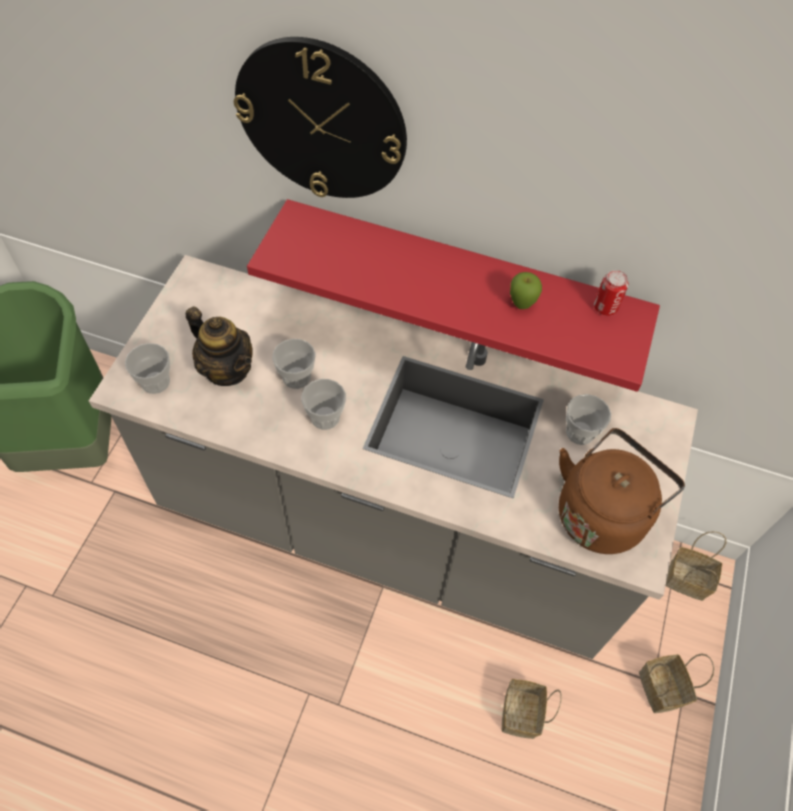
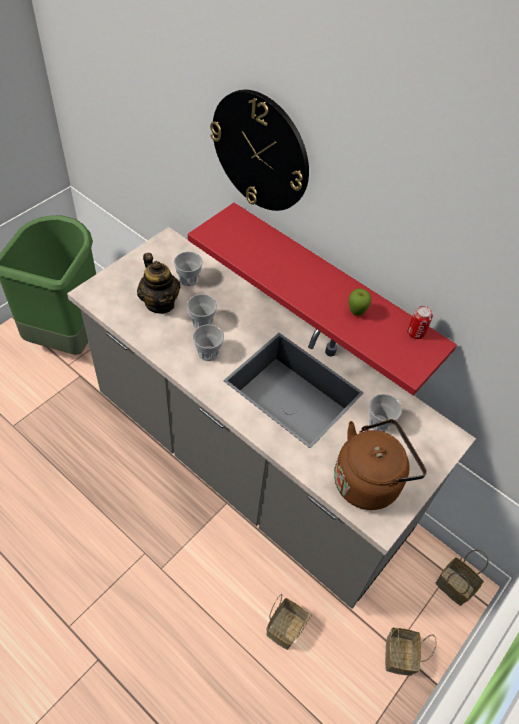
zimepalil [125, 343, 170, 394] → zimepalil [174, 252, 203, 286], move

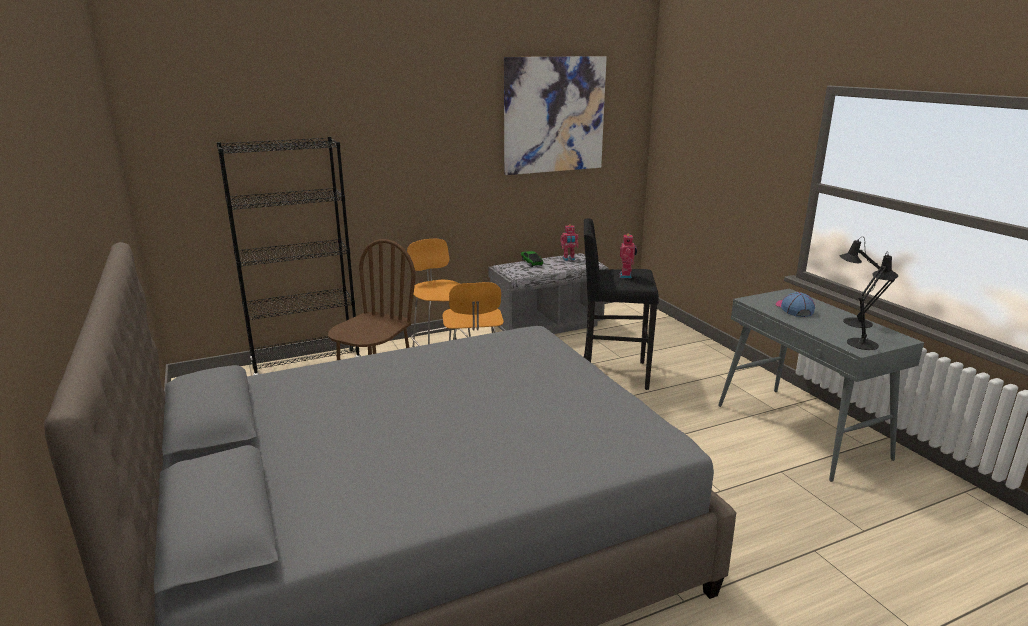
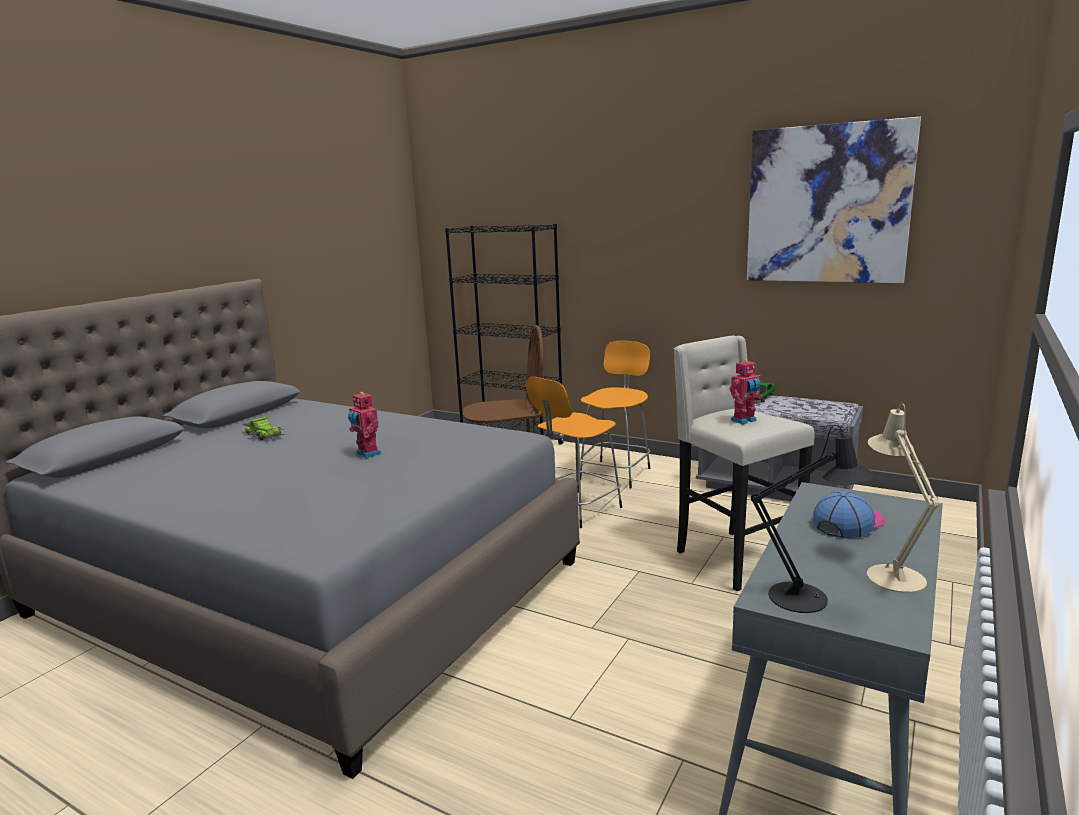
- → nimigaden [243, 417, 284, 440]
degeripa [560, 224, 578, 261] → degeripa [348, 391, 381, 458], move
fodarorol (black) [584, 218, 659, 390] → fodarorol (beige) [673, 336, 815, 591]
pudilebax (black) [840, 237, 895, 328] → pudilebax (beige) [867, 403, 940, 593]

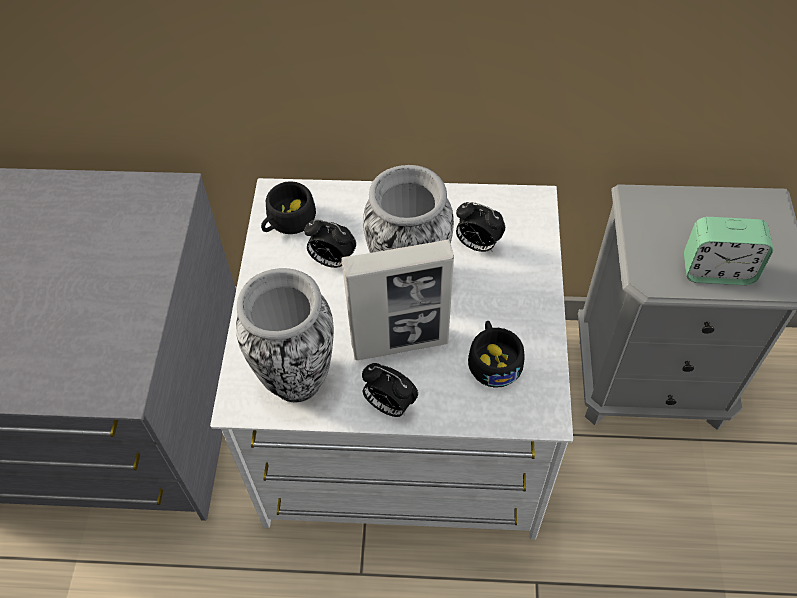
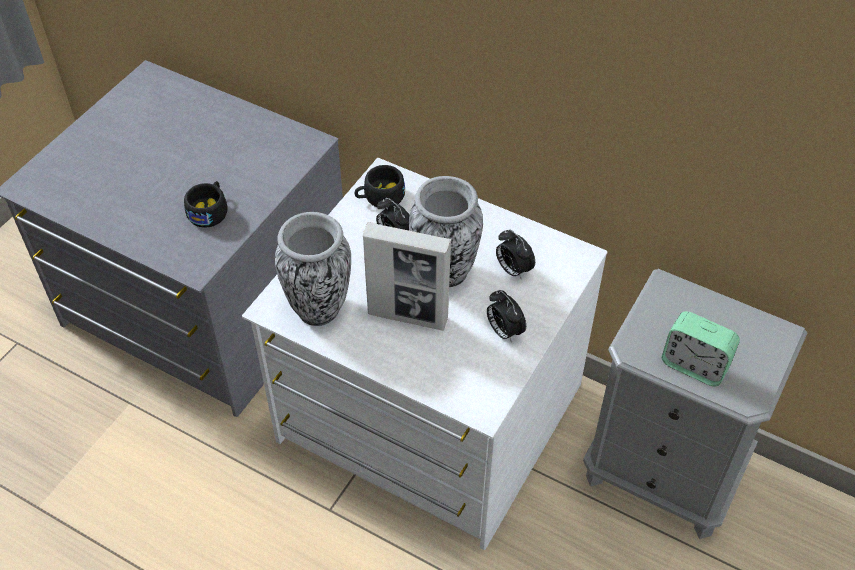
zimepalil (black) [468, 321, 524, 388] → zimepalil (black) [184, 181, 228, 228], move
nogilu [362, 363, 418, 417] → nogilu [487, 290, 526, 343], move

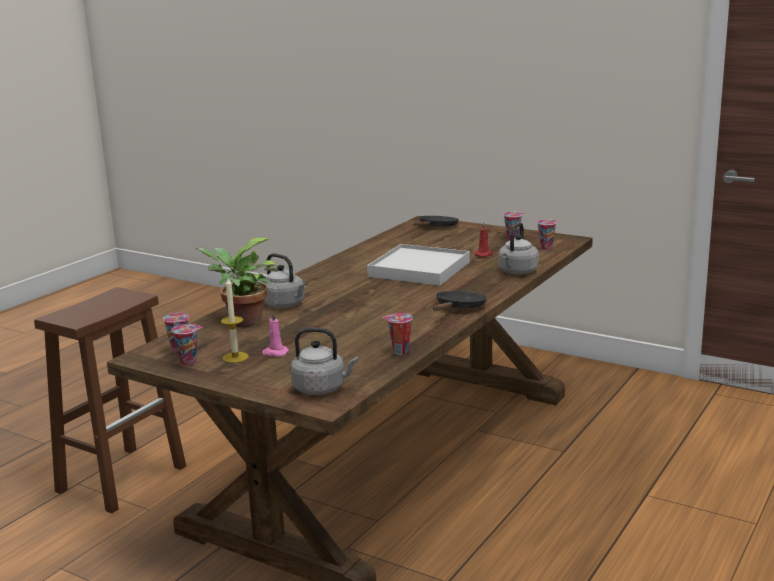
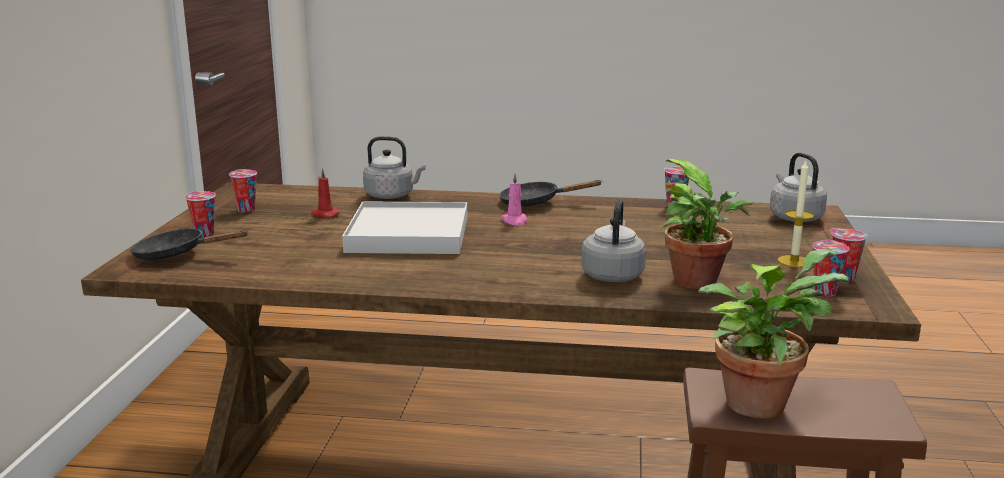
zimepalil [537, 219, 559, 250] → zimepalil [185, 191, 216, 238], move
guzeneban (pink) [262, 312, 289, 356] → guzeneban (pink) [501, 174, 527, 226], move
- → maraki [698, 248, 848, 419]

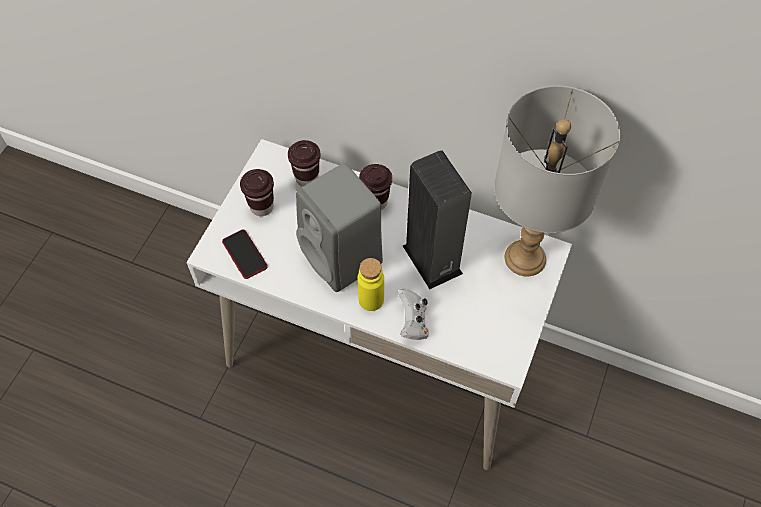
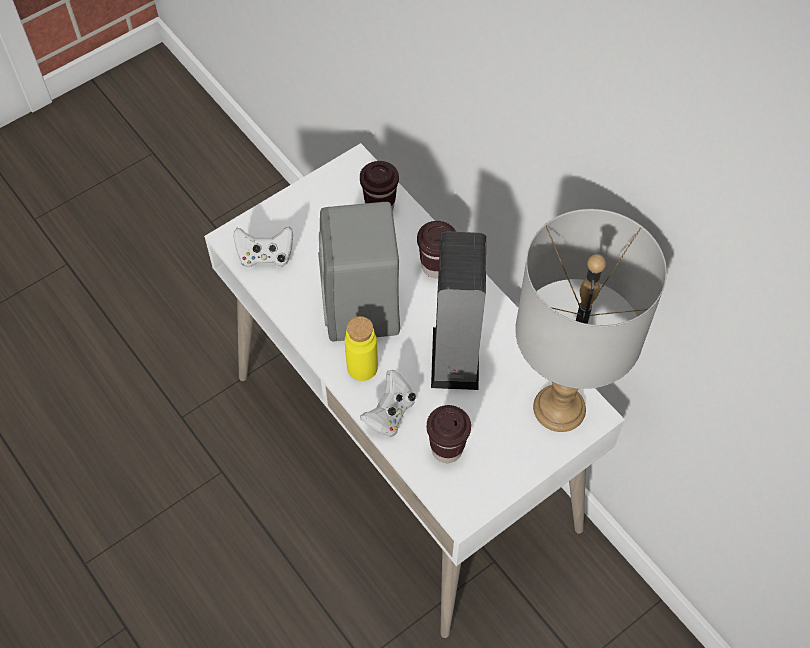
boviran [222, 230, 268, 279] → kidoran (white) [234, 226, 293, 268]
zimepalil (brown) [240, 169, 274, 216] → zimepalil (brown) [427, 405, 471, 463], move

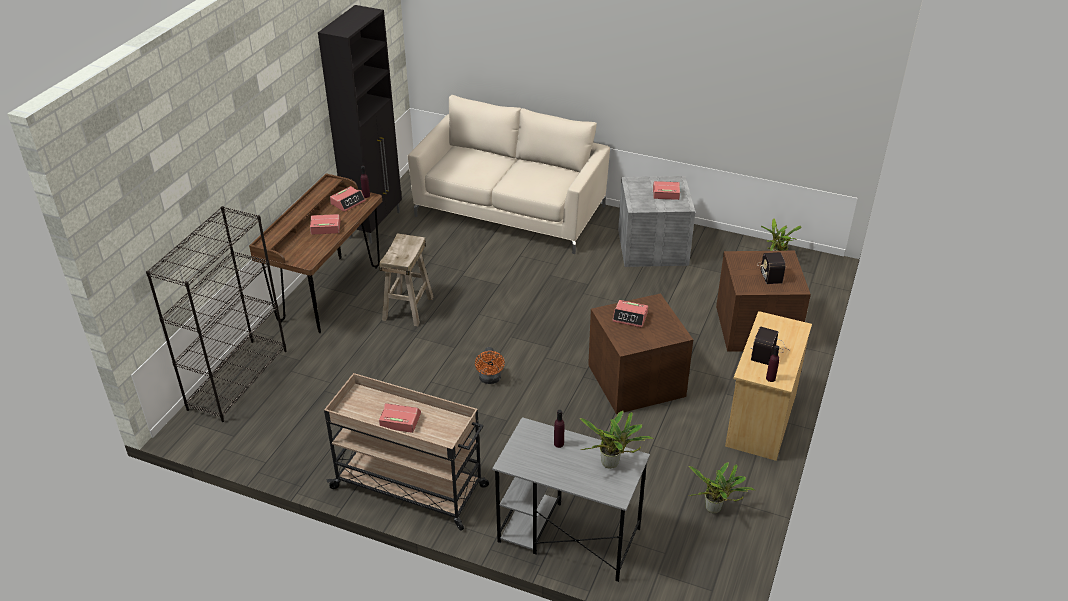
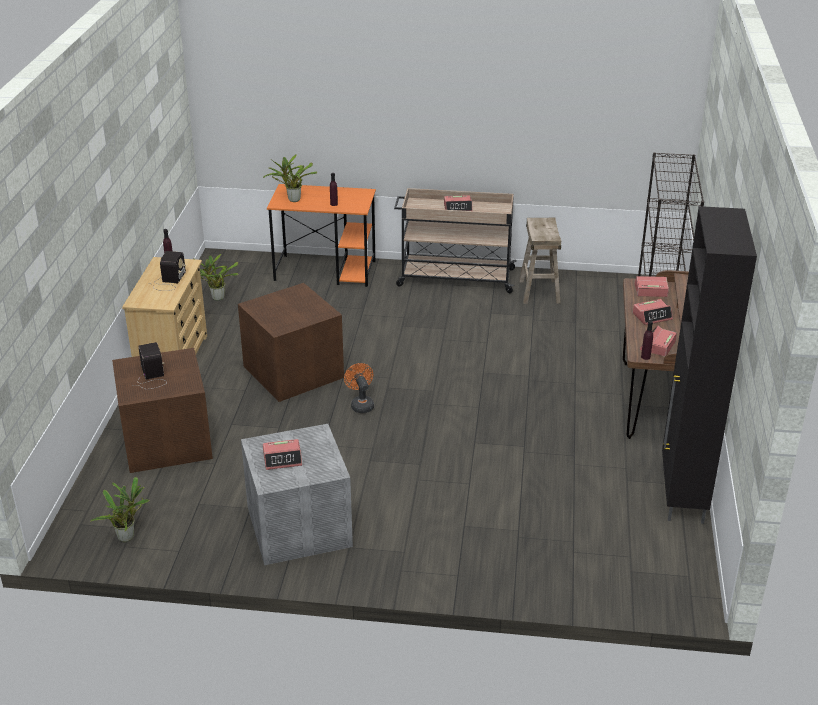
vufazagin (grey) [492, 417, 650, 582] → vufazagin (orange) [267, 184, 376, 287]
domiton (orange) [475, 347, 505, 384] → domiton (orange) [344, 363, 374, 413], move
fodarorol (beige) [379, 233, 433, 326] → fodarorol (beige) [519, 218, 561, 304], move
nogilu [612, 300, 648, 328] → nogilu [635, 276, 669, 297], move
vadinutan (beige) [408, 95, 610, 254] → -

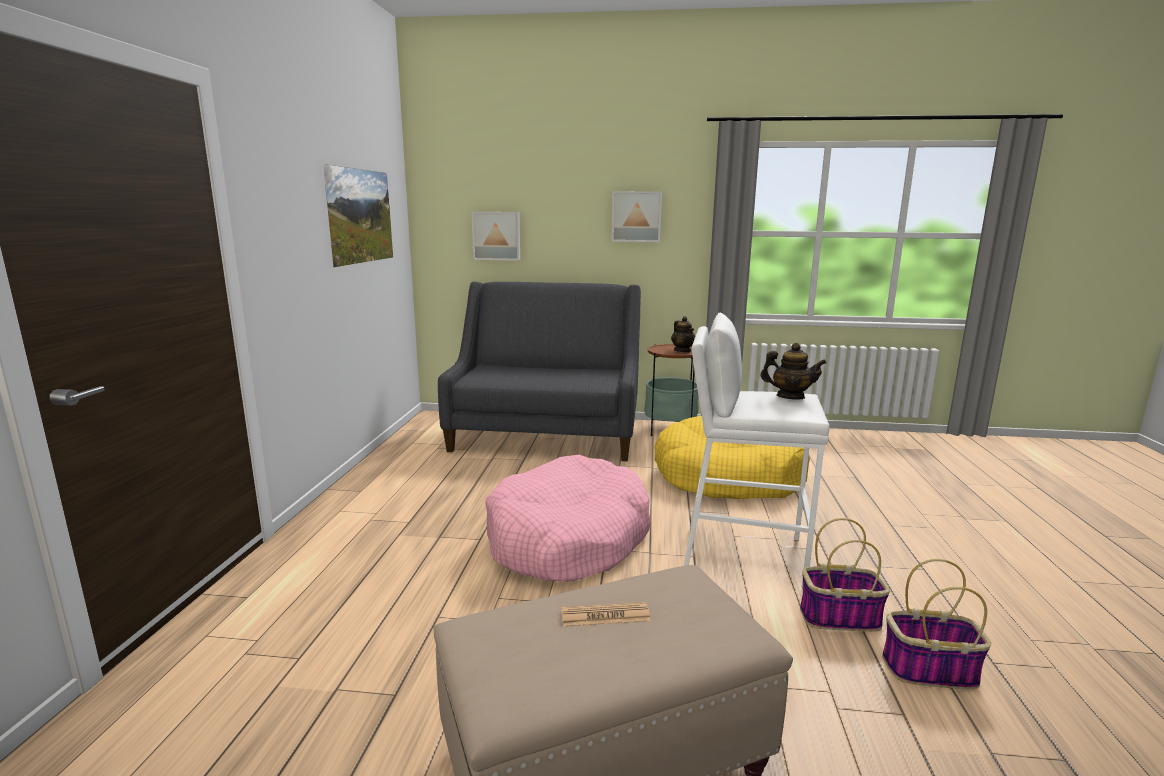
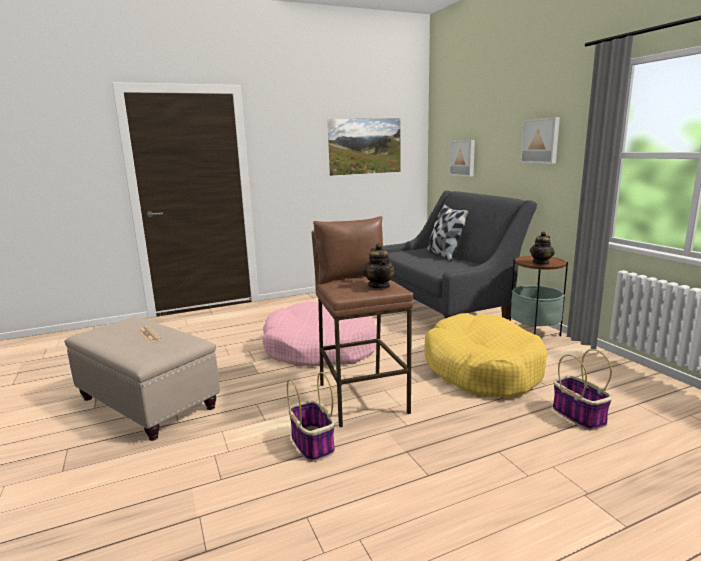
fodarorol (white) [684, 313, 830, 588] → fodarorol (brown) [312, 216, 413, 427]
- → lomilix [427, 204, 470, 261]
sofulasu [882, 559, 991, 690] → sofulasu [553, 349, 612, 430], move

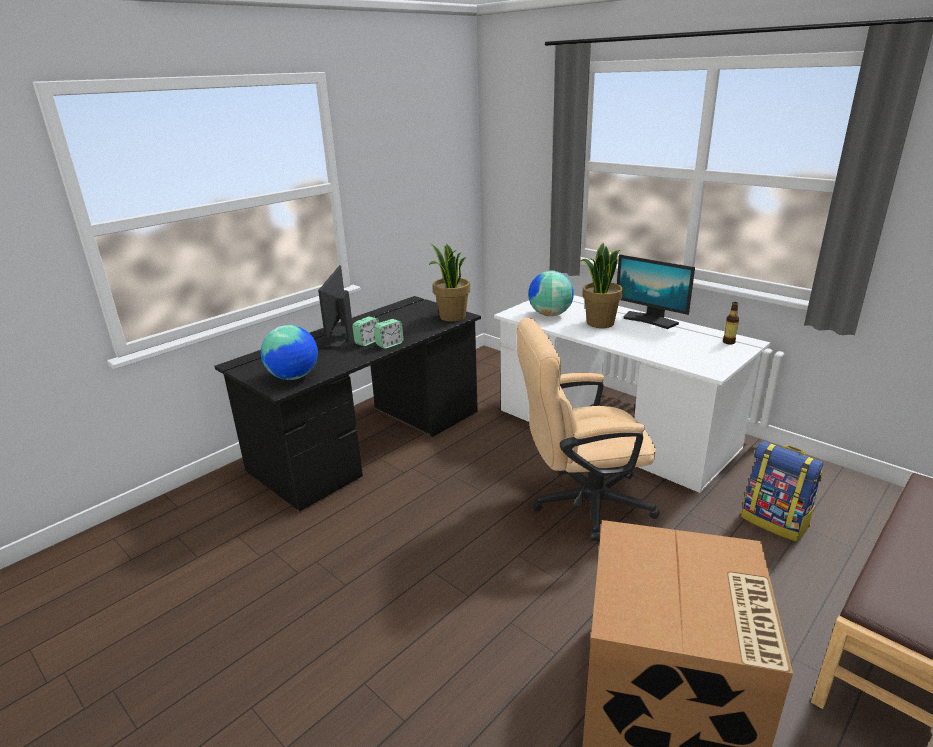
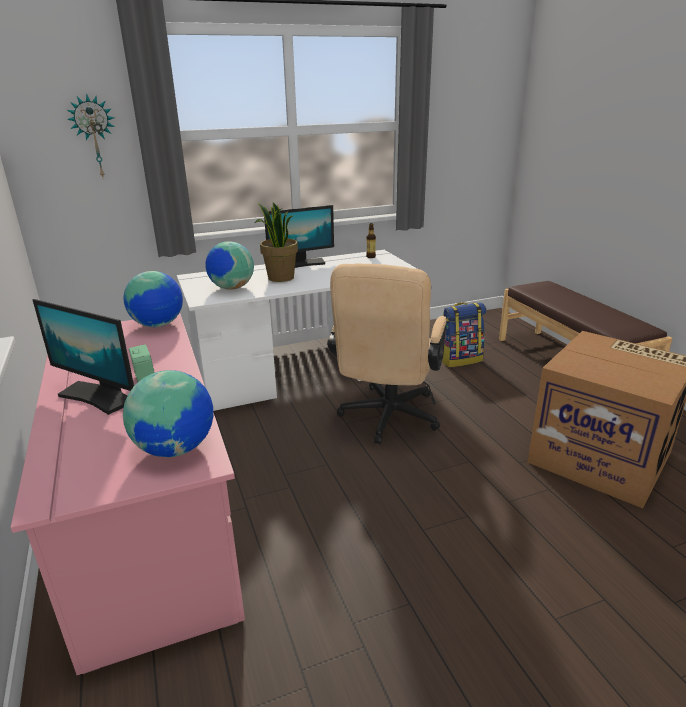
vufazagin (black) [214, 296, 481, 511] → vufazagin (pink) [11, 313, 245, 675]
- → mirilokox [67, 94, 115, 177]
maraki [429, 243, 470, 322] → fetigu [123, 271, 183, 327]
nogilu [374, 319, 404, 349] → -

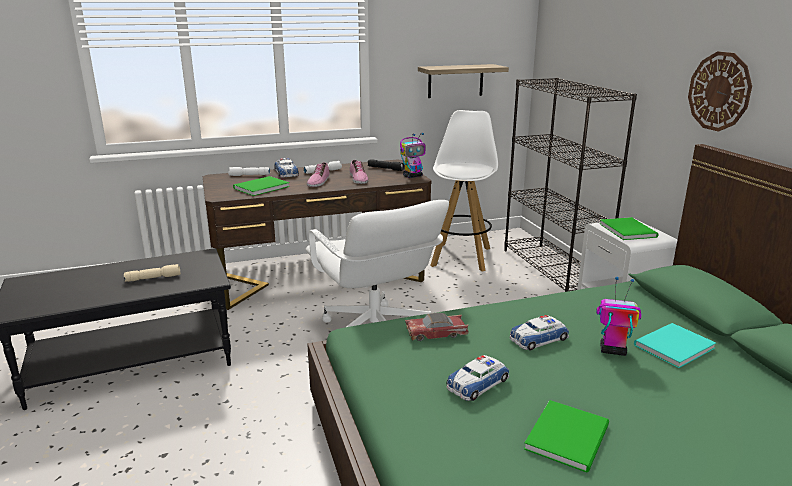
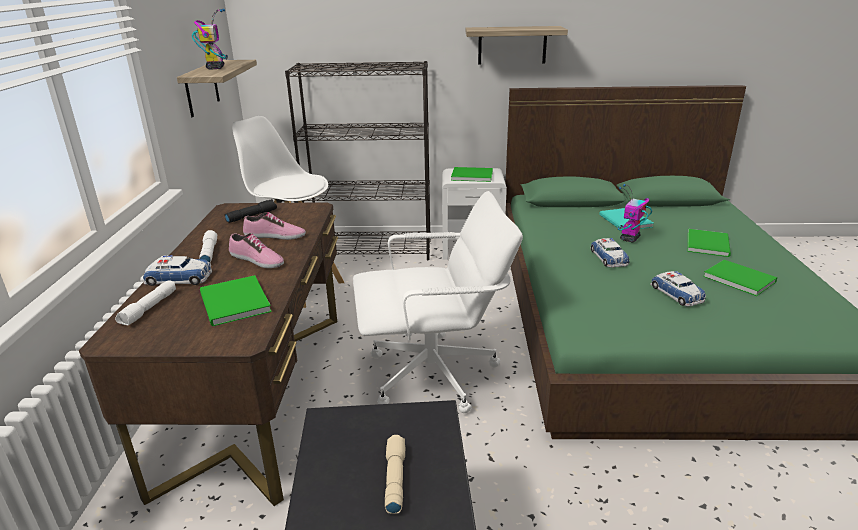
degeripa [400, 133, 425, 178] → degeripa [192, 9, 228, 70], move
mirilokox [688, 52, 752, 131] → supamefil [466, 26, 568, 64]
- → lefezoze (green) [688, 229, 731, 257]
nimigaden [405, 313, 469, 341] → -

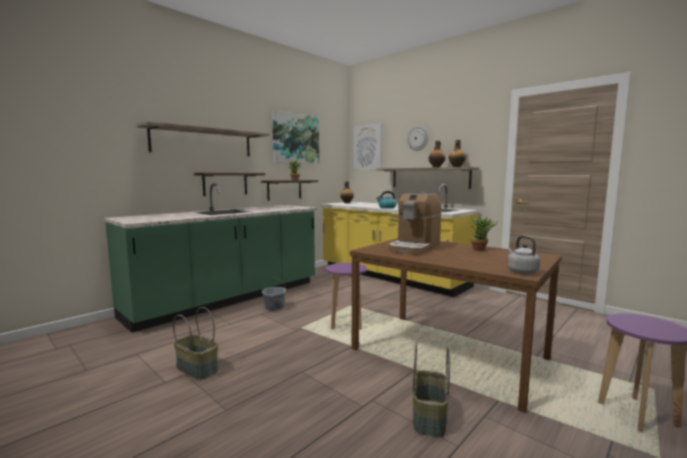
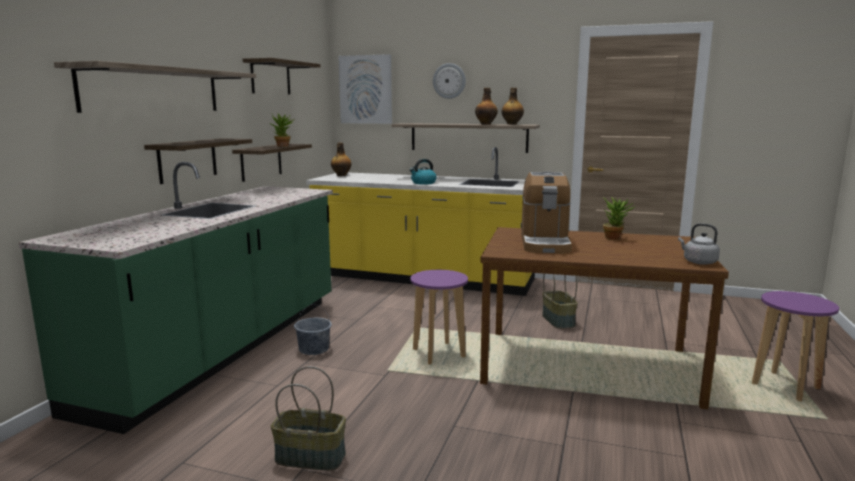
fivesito [272, 110, 319, 164] → supamefil [243, 58, 320, 94]
sofulasu [412, 342, 450, 437] → sofulasu [542, 274, 578, 329], move

